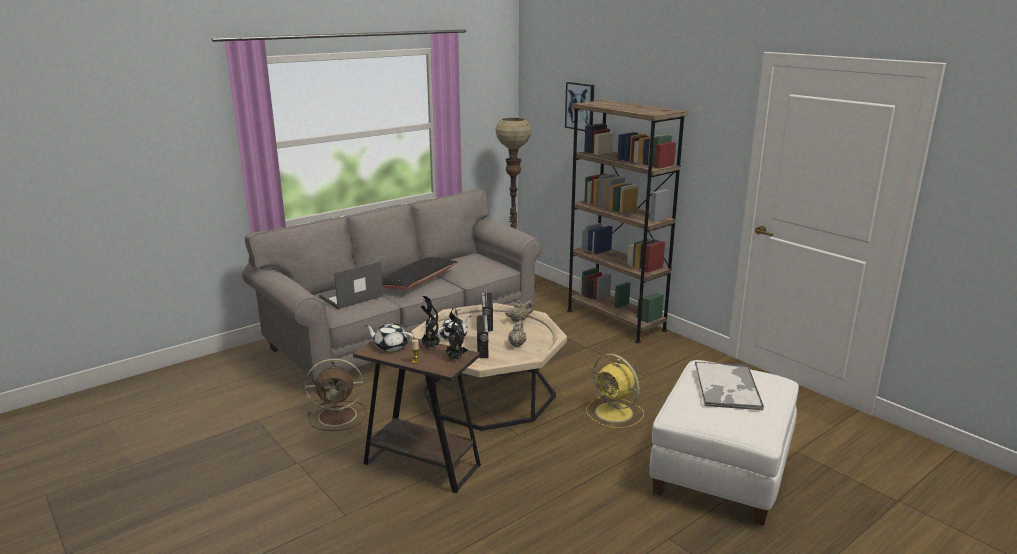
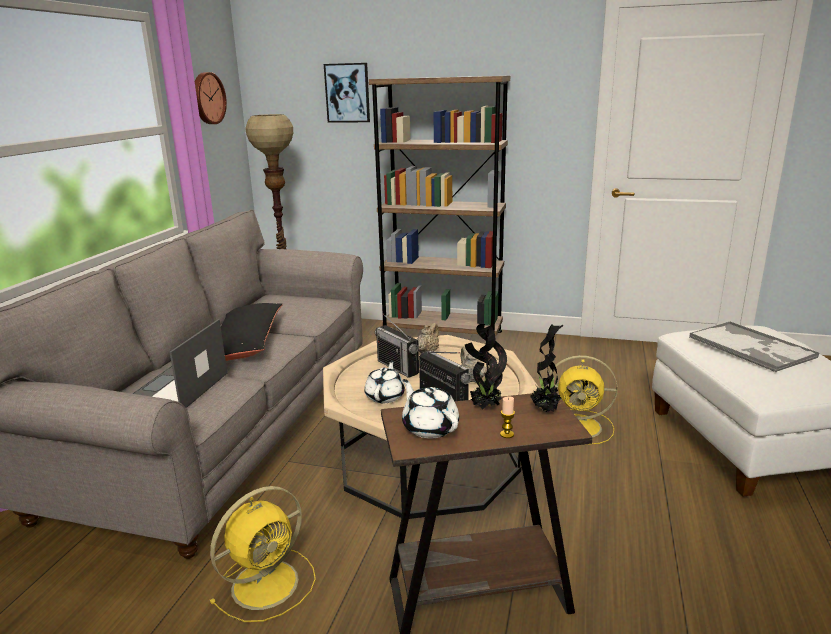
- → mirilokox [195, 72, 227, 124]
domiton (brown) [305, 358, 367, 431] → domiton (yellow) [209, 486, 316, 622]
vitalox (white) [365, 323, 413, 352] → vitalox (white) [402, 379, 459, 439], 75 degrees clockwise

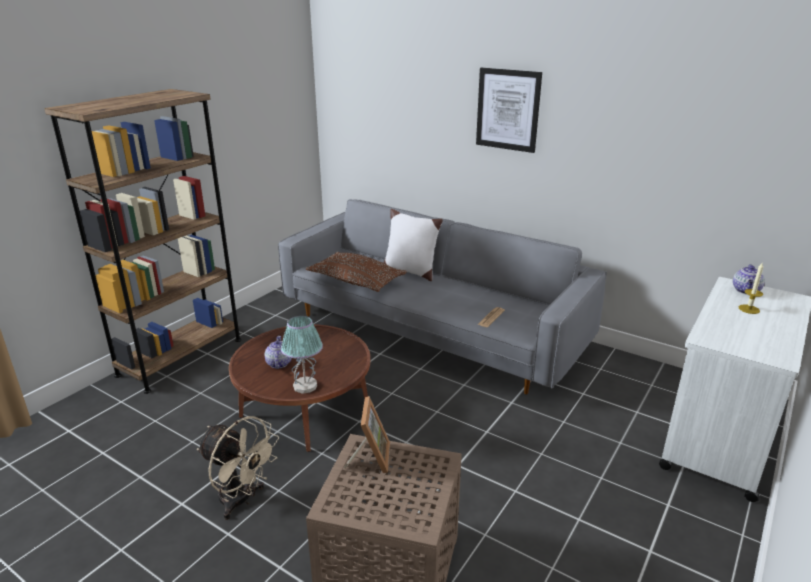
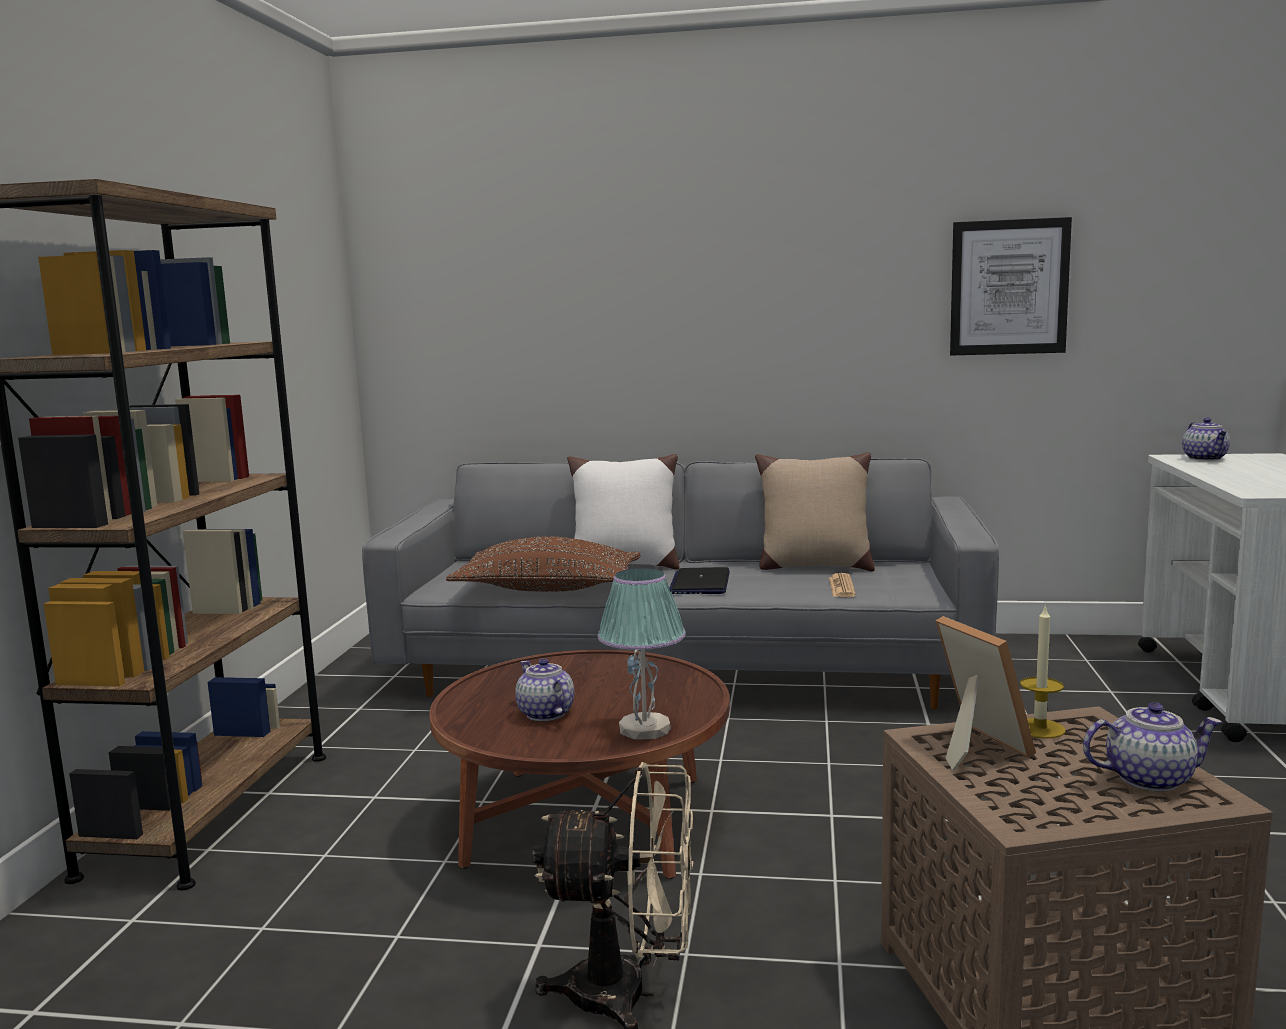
- → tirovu [669, 567, 730, 594]
- → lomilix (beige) [755, 452, 875, 571]
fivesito [476, 68, 542, 153] → fivesito [950, 217, 1072, 355], move
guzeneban [739, 263, 763, 314] → guzeneban [1020, 604, 1065, 739], move
- → vitalox [1083, 702, 1222, 792]

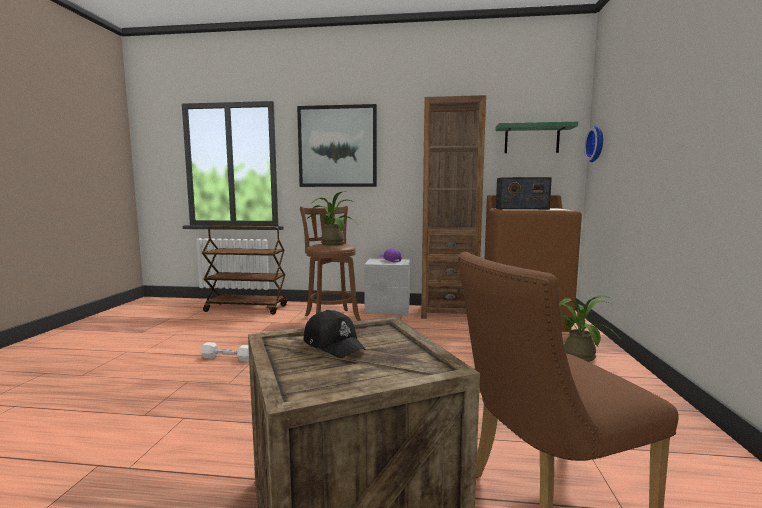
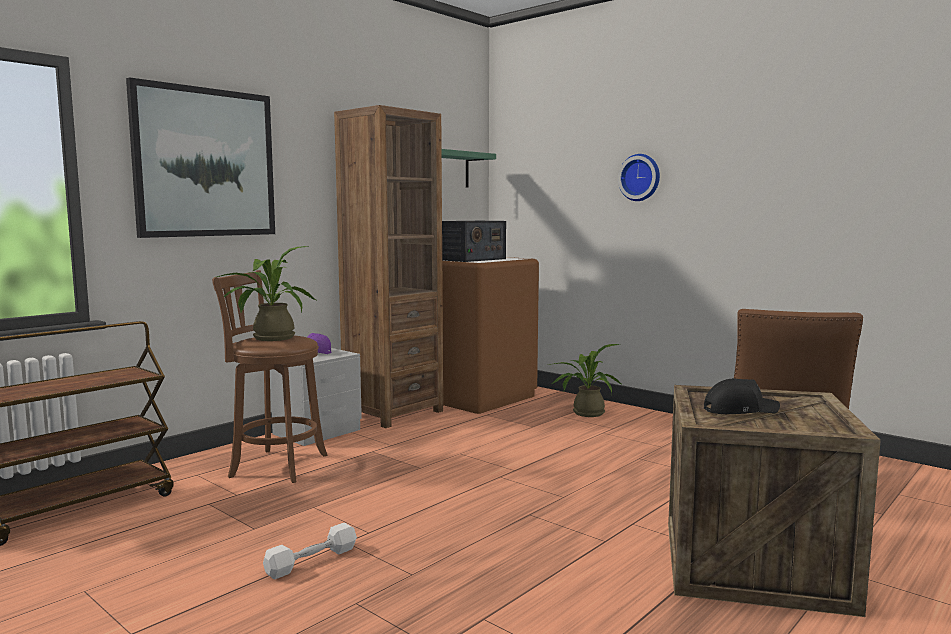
mirilokox [584, 126, 603, 162] → mirilokox [618, 154, 660, 201], move

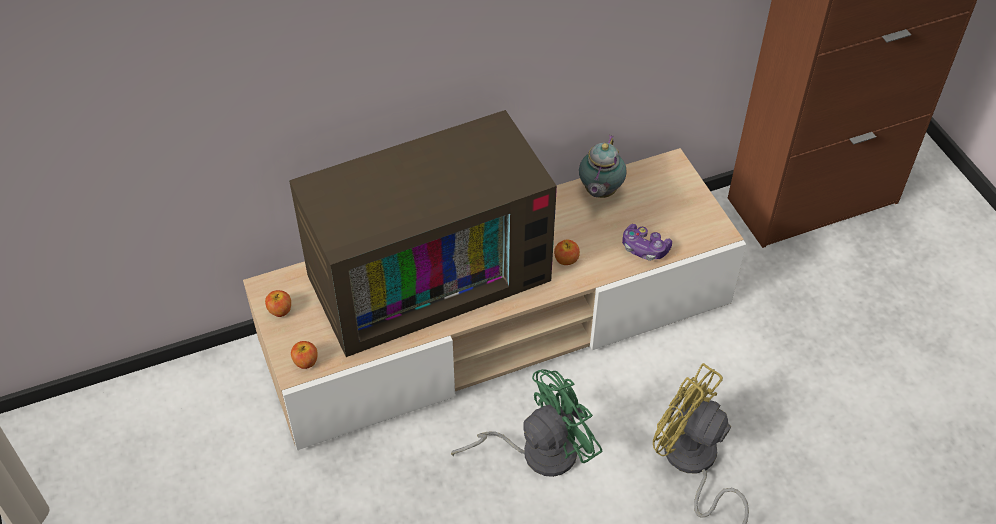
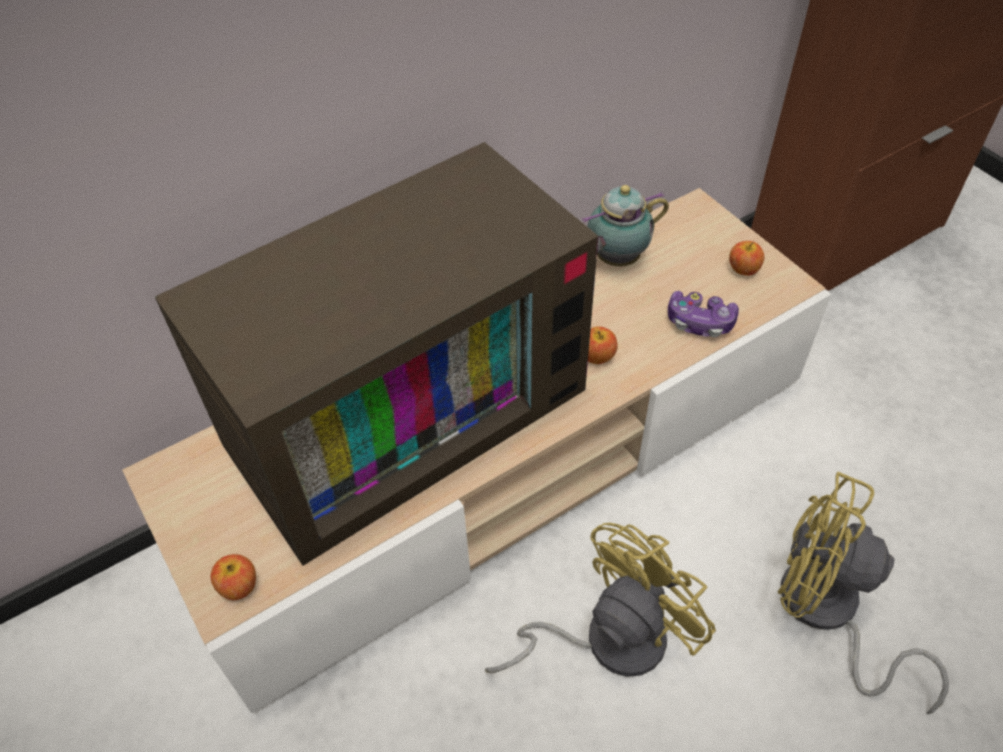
domiton (green) [451, 369, 603, 477] → domiton (yellow) [485, 523, 716, 677]
vitalox [579, 135, 627, 198] → vitalox [581, 185, 669, 266], 60 degrees clockwise
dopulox [265, 290, 291, 317] → dopulox [729, 241, 765, 276], move

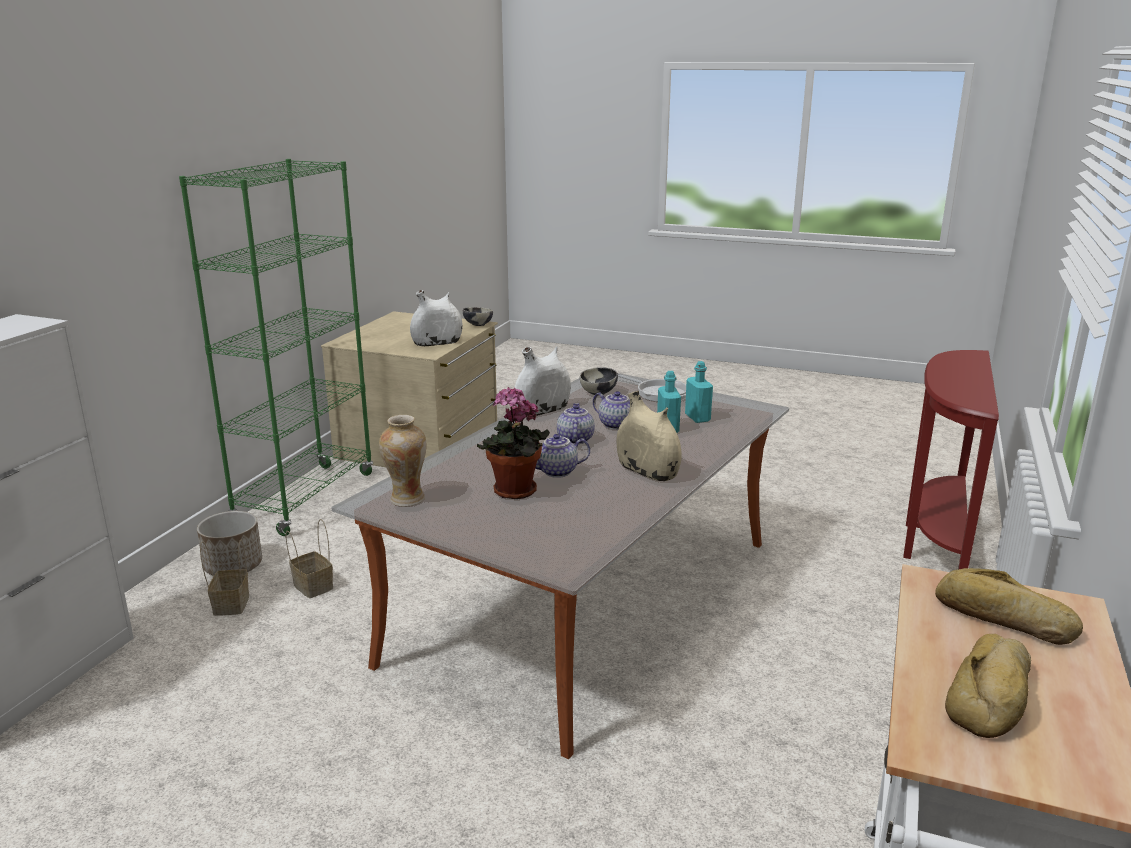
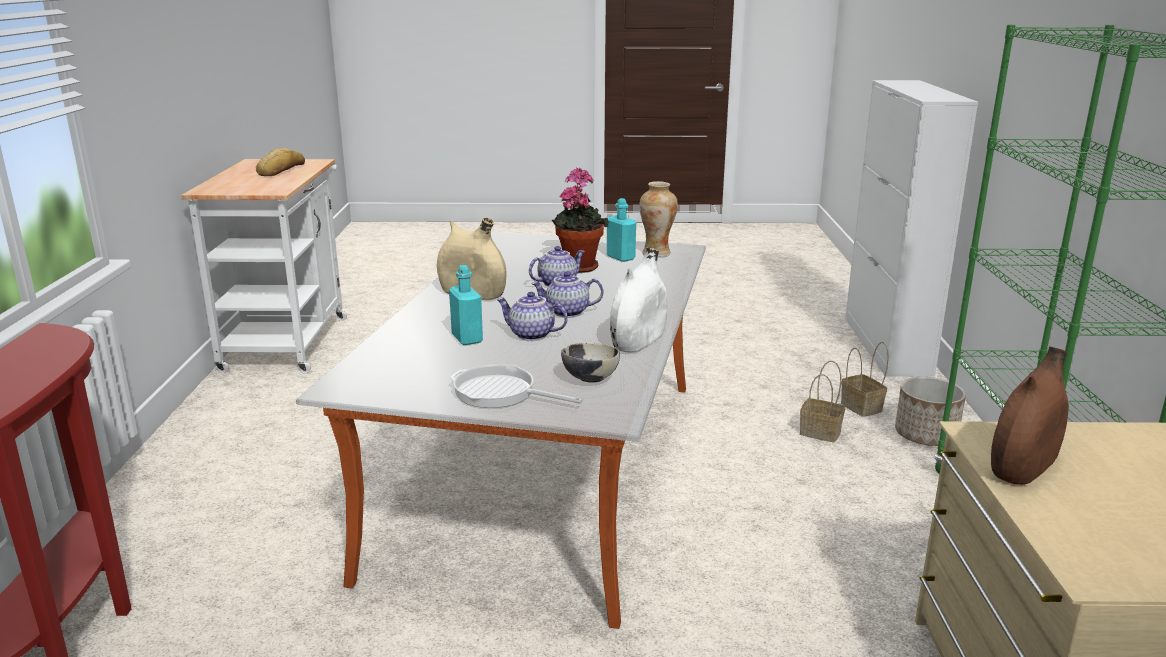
vitalox [557, 403, 595, 444] → vitalox [531, 272, 604, 317], 105 degrees clockwise
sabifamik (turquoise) [685, 361, 713, 423] → sabifamik (turquoise) [607, 198, 636, 262], move
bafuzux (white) [410, 290, 463, 346] → bafuzux (brown) [991, 347, 1069, 485]
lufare [463, 307, 493, 326] → -
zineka [935, 568, 1083, 645] → -

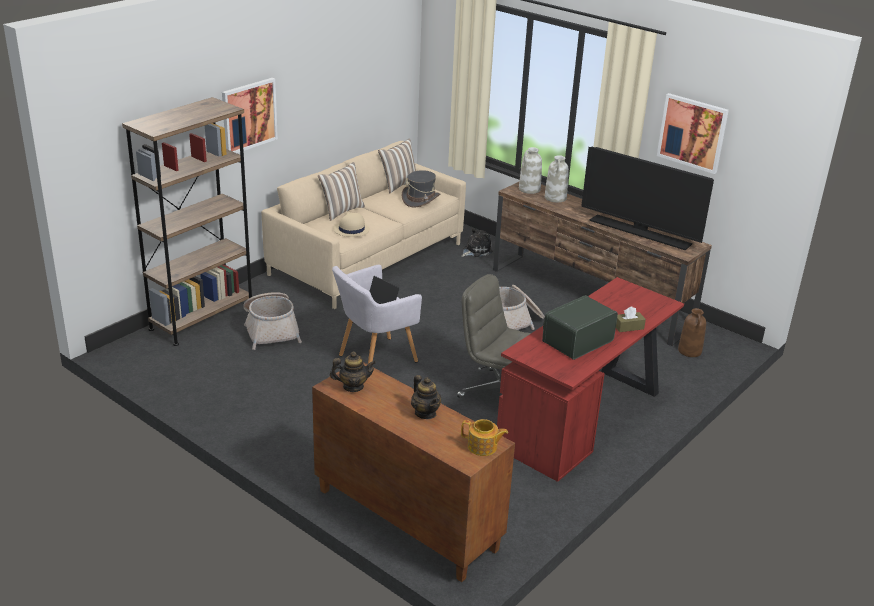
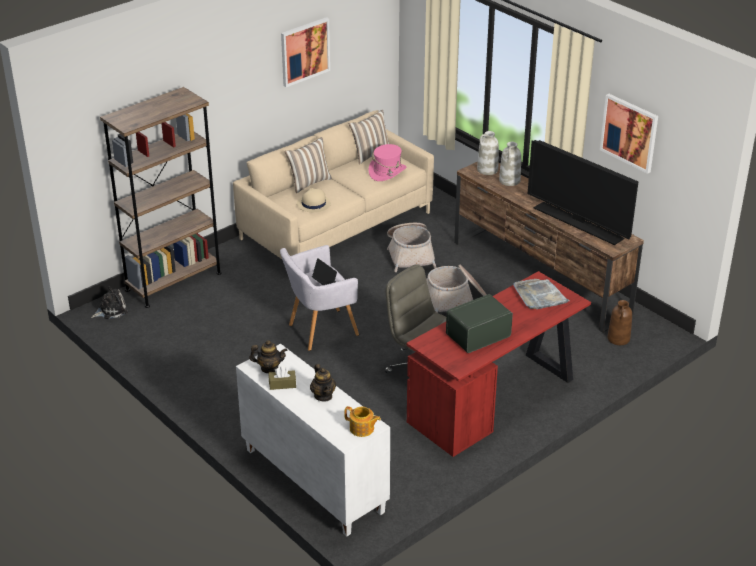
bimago [461, 228, 493, 257] → bimago [91, 286, 128, 319], move
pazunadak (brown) [312, 362, 515, 582] → pazunadak (white) [236, 344, 390, 537]
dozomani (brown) [616, 306, 646, 332] → dozomani (brown) [269, 366, 296, 390], move
fivesito [222, 78, 278, 153] → fivesito [281, 17, 330, 87], move
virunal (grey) [402, 170, 440, 208] → virunal (pink) [369, 144, 406, 181]
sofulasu [243, 292, 302, 350] → sofulasu [387, 223, 437, 272], move
- → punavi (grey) [513, 279, 570, 309]

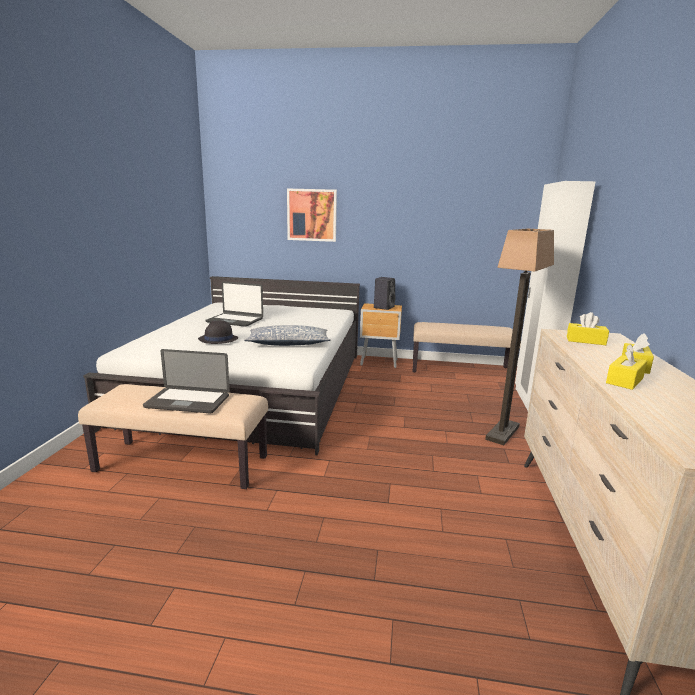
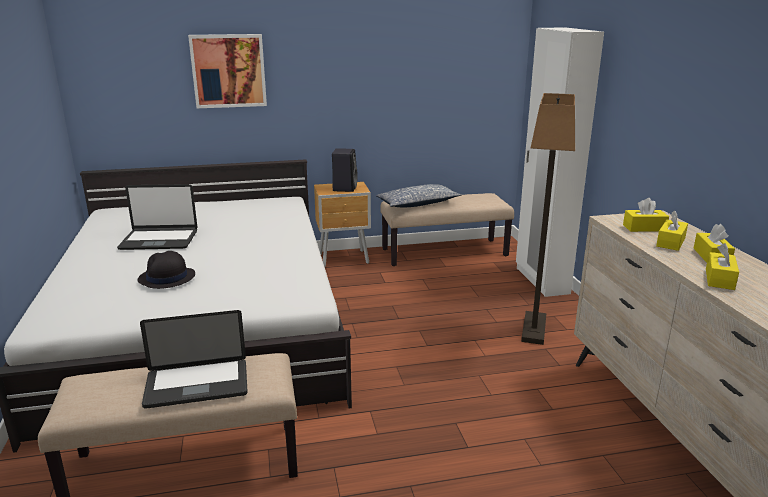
lomilix [244, 325, 331, 346] → lomilix [376, 184, 461, 207], move
- → dozomani (yellow) [656, 211, 688, 251]

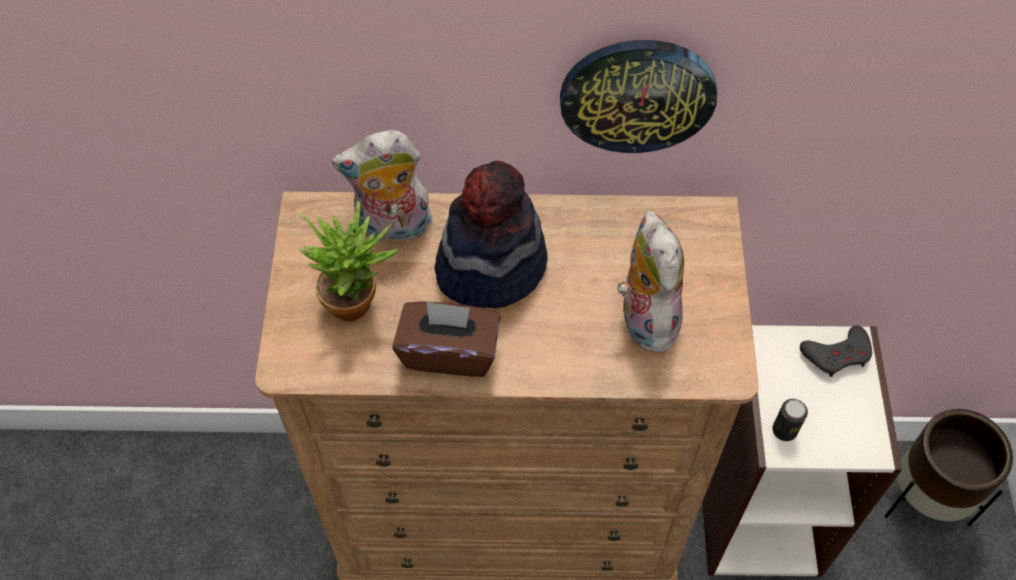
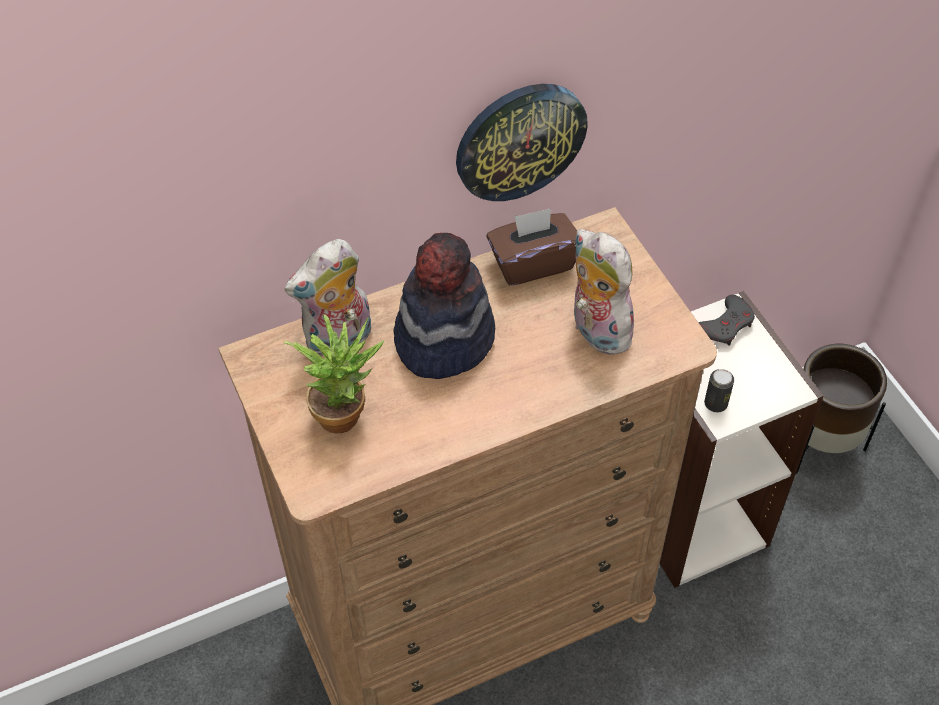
dozomani (brown) [392, 301, 500, 377] → dozomani (brown) [486, 208, 577, 286], move

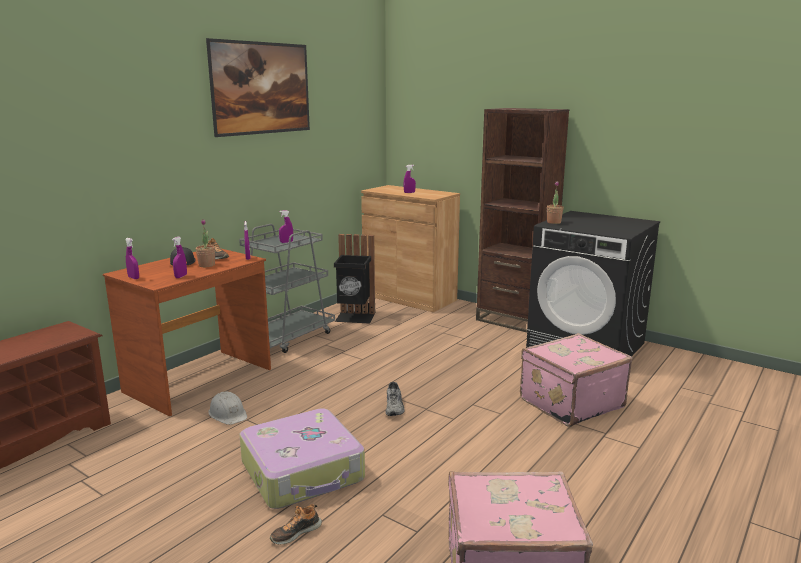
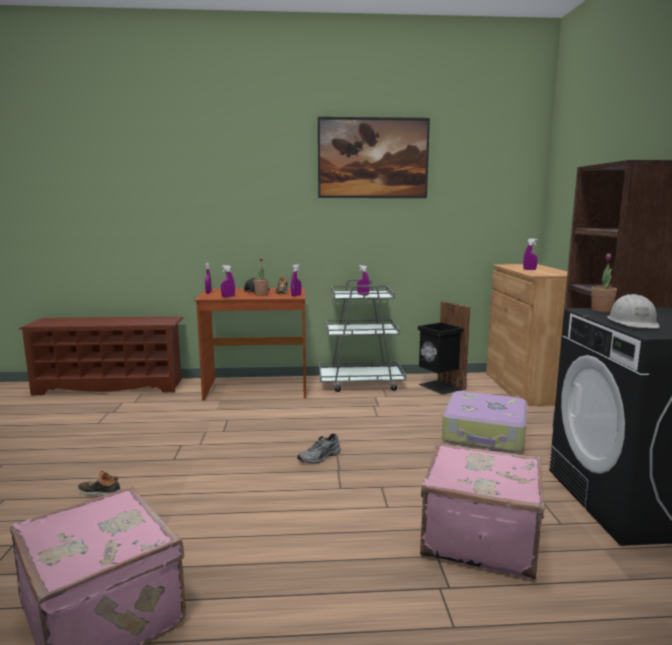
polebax [240, 408, 365, 509] → polebax [442, 391, 527, 452], move
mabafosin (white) [208, 391, 247, 425] → mabafosin (white) [607, 294, 660, 328], move

